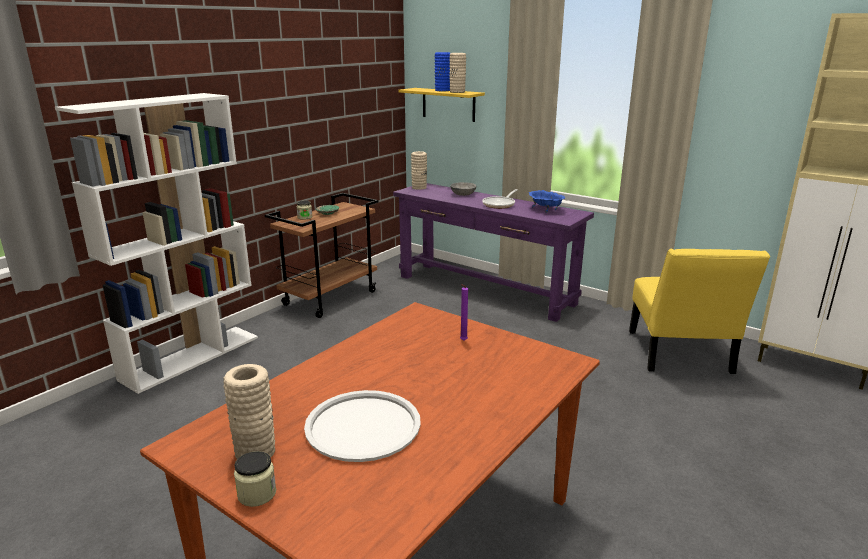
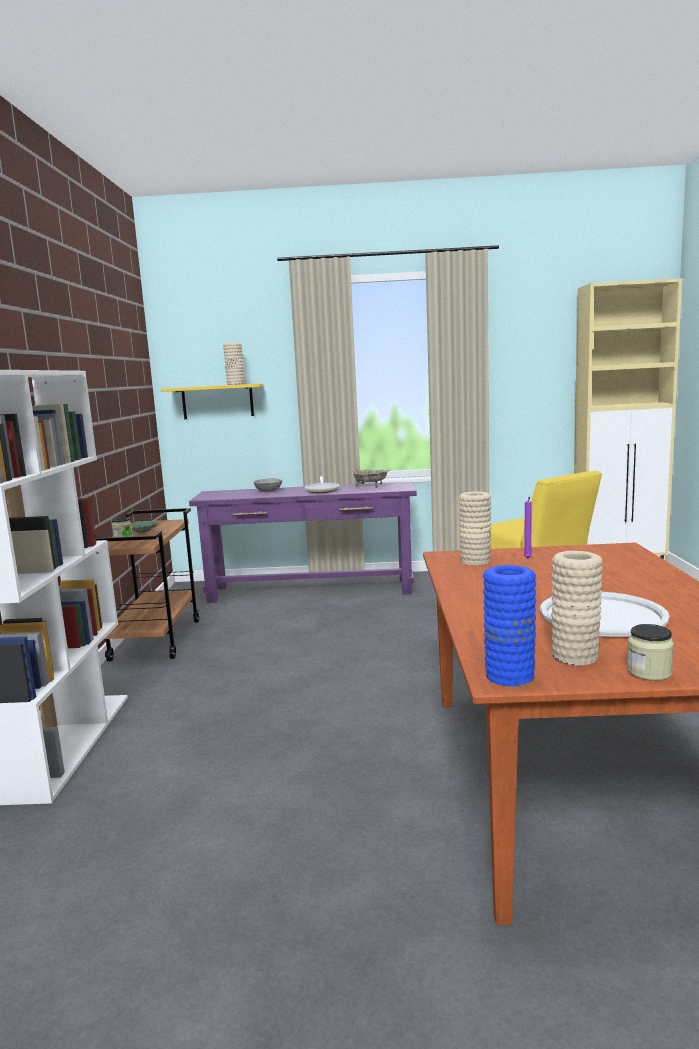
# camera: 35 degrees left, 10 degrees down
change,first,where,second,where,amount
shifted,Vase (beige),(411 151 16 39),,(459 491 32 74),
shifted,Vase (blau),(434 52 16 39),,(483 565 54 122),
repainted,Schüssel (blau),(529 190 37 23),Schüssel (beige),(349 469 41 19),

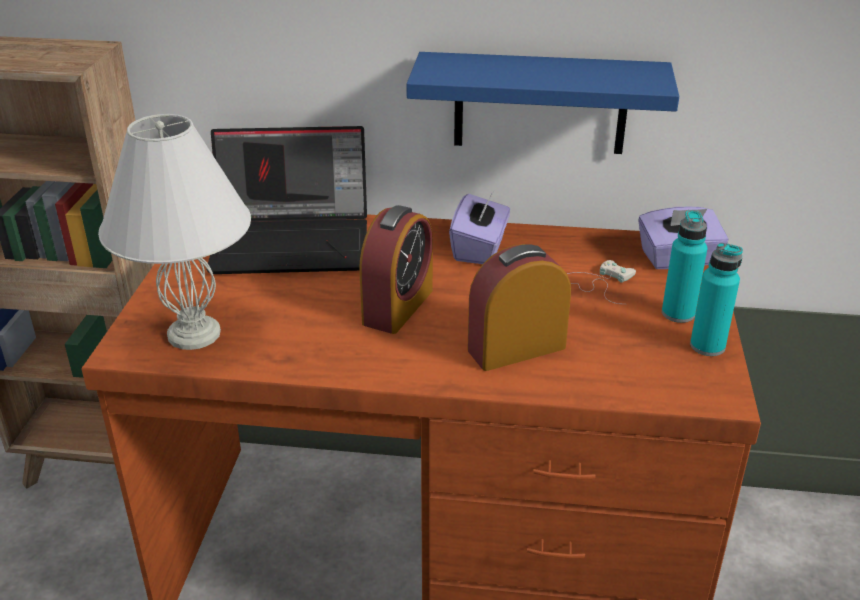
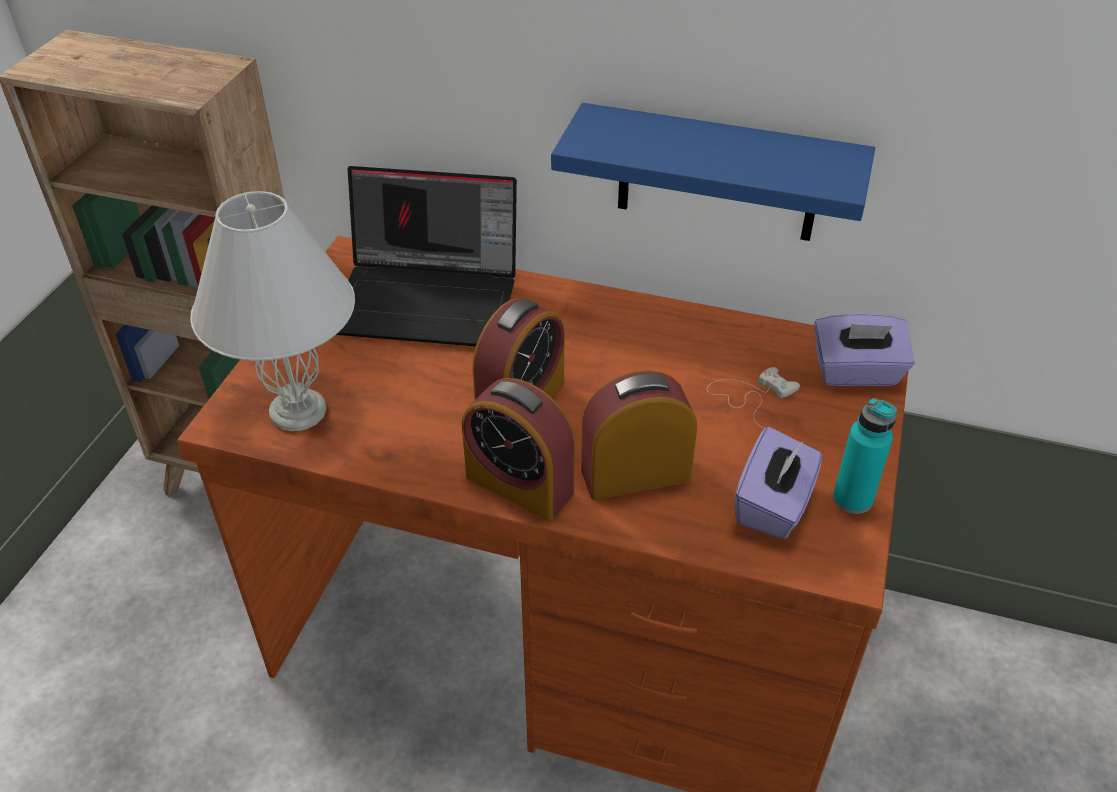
# camera: 10 degrees right, 10 degrees up
change,first,where,second,where,amount
shifted,Taschentuchbox (lila),(449 191 61 73),,(734 427 88 112),
gone,Flasche (türkis),(662 210 45 113),,,
new,,,Wecker,(462 378 113 142),

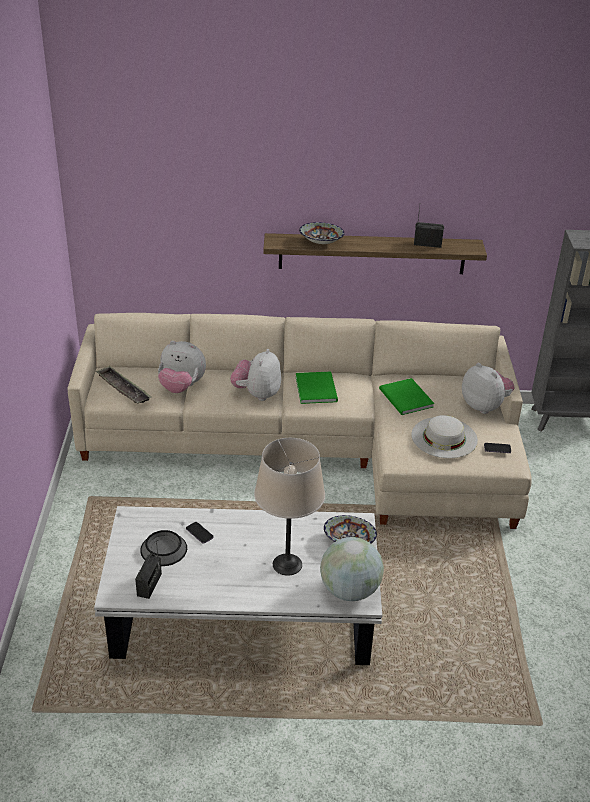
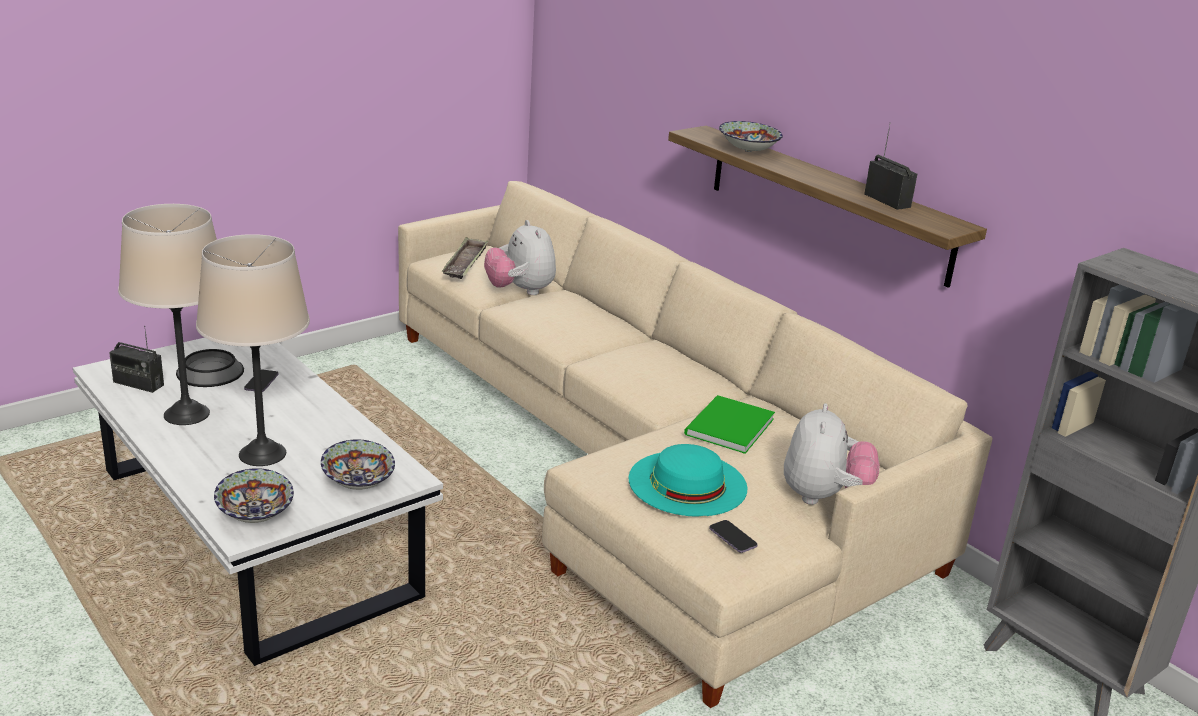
# camera: 50 degrees right, 10 degrees down
change,first,where,second,where,amount
rotated,Radio,(135 538 27 61),,(109 326 55 67),45 degrees clockwise
gone,Plüschtier,(230 349 51 52),,,
gone,Buch (grün),(295 371 43 33),,,
swapped,Globus,(320 537 64 64),Schüssel,(214 468 80 55),
repainted,Hut (weiß),(411 415 67 43),Hut (türkis),(629 444 119 73),
new,,,Tischlampe (beige),(118 204 99 221),

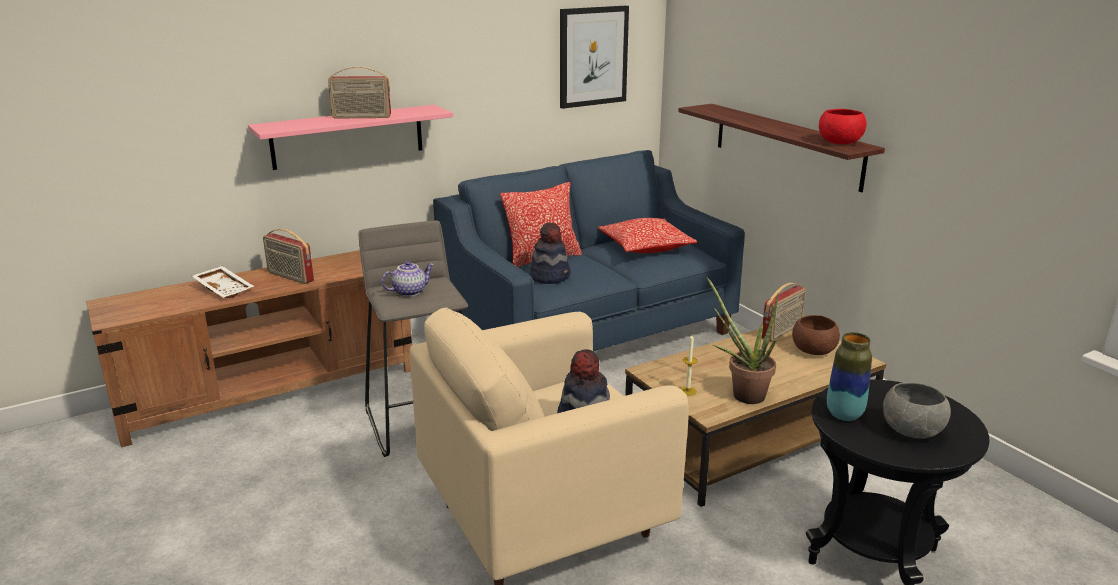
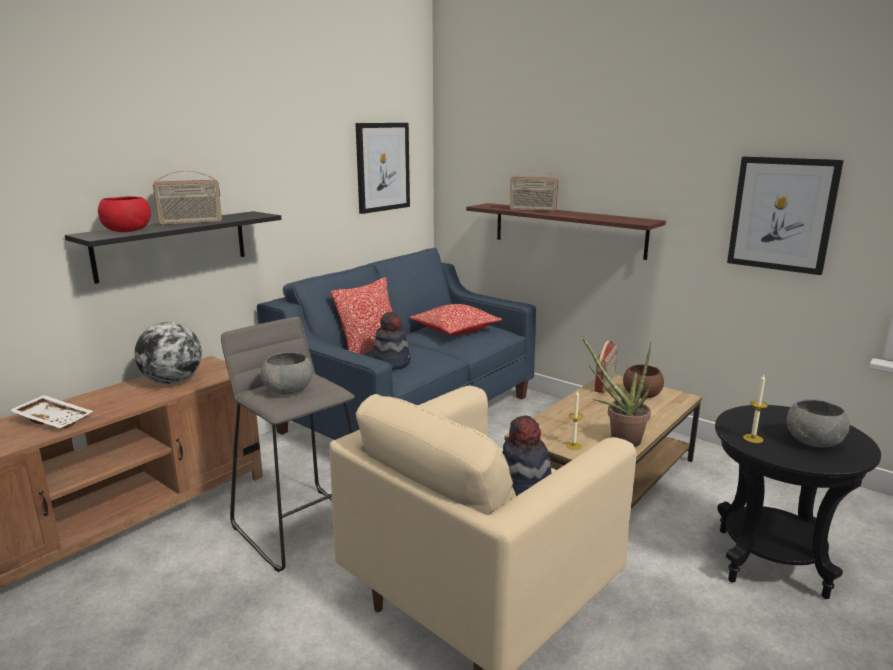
# camera: 20 degrees left, 5 degrees down
change,first,where,second,where,amount
repainted,Wandregal (rosa),(248 105 205 65),Wandregal (schwarz),(65 211 216 73),
shifted,Radio,(263 229 51 55),,(510 169 49 42),
swapped,Teekanne,(382 261 52 35),Schüssel (grau),(261 352 52 43),
shifted,Schüssel (rot),(819 109 48 35),,(98 196 53 36),
swapped,Vase,(827 332 45 89),Kerze,(743 375 25 68),
new,,,Globus,(135 322 67 62),
new,,,Bild,(727 156 117 119),

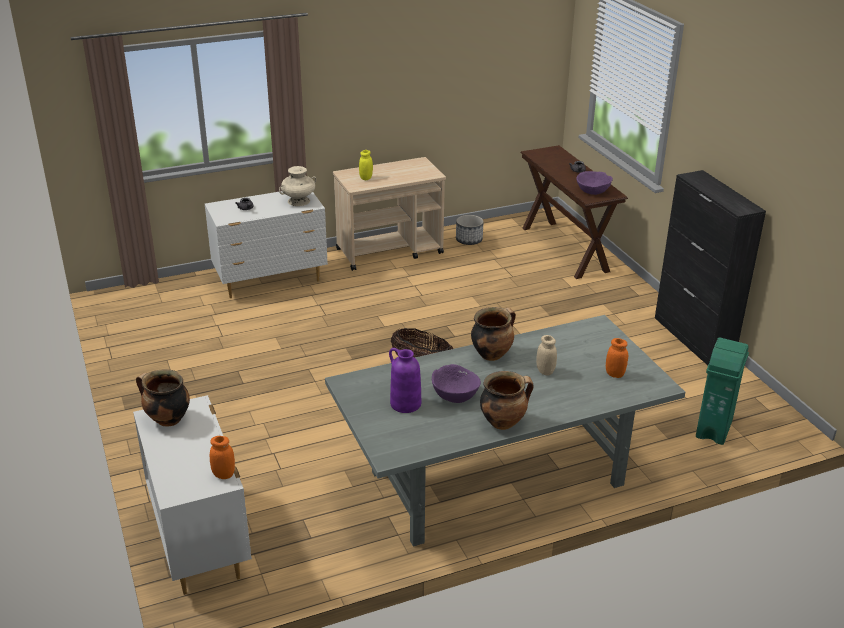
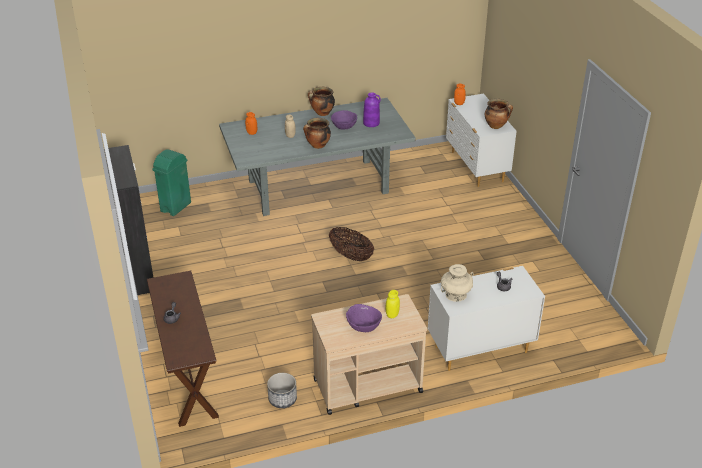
# camera: 175 degrees left, 5 degrees up
change,first,where,second,where,amount
shifted,Schüssel (lila),(576 171 37 24),,(346 304 36 28),

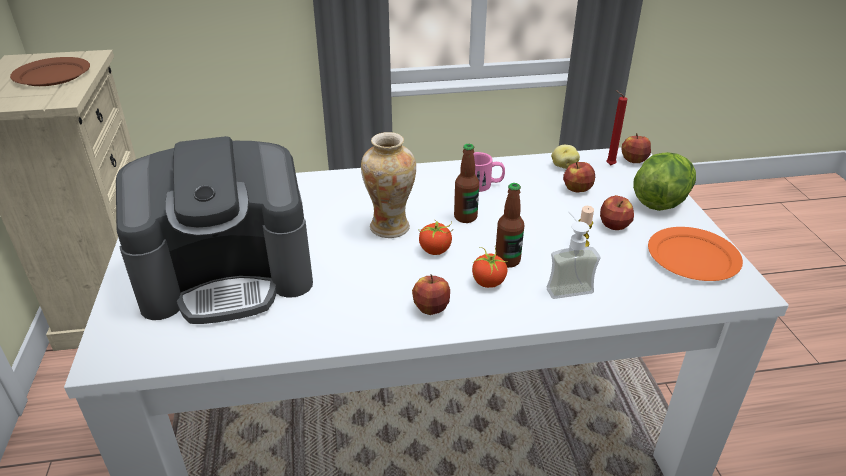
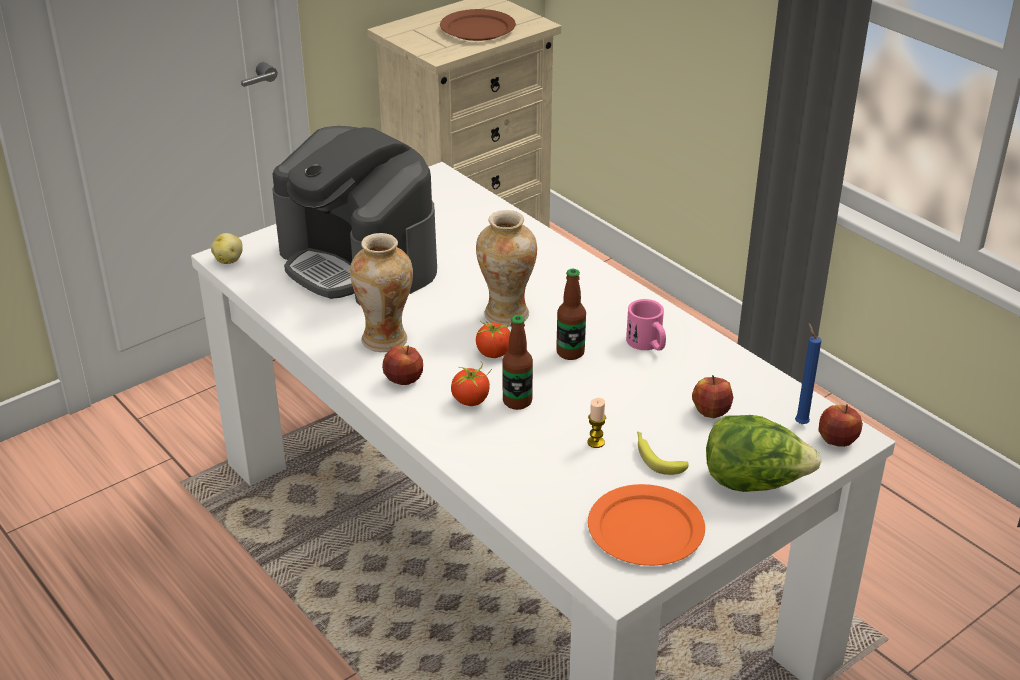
# camera: 60 degrees right, 0 degrees up
change,first,where,second,where,amount
gone,Seifenspender,(547 211 53 88),,,
shifted,Kartoffel,(551 145 29 24),,(211 233 32 31),
swapped,Apfel,(600 195 34 35),Banane,(637 432 52 43),
repainted,Kerze (rot),(606 90 21 75),Kerze (blau),(795 323 26 101),
new,,,Vase,(350 233 63 119),

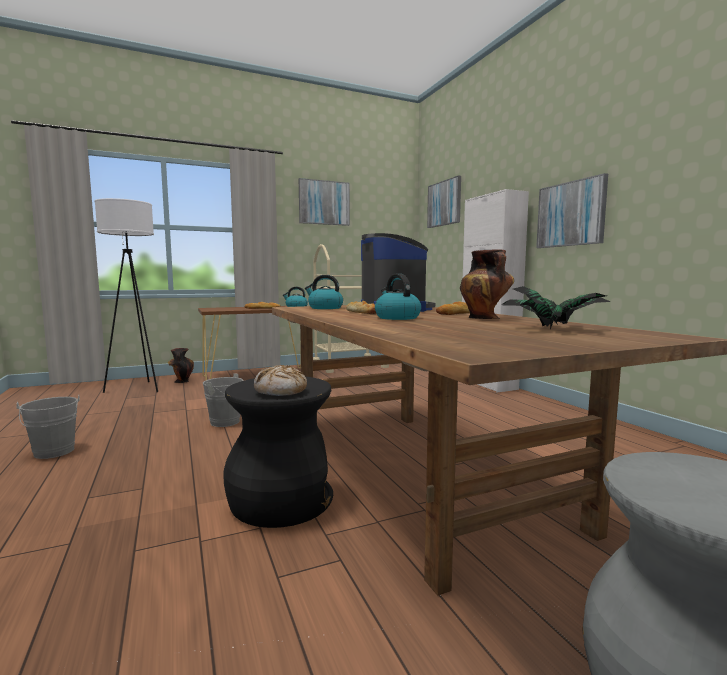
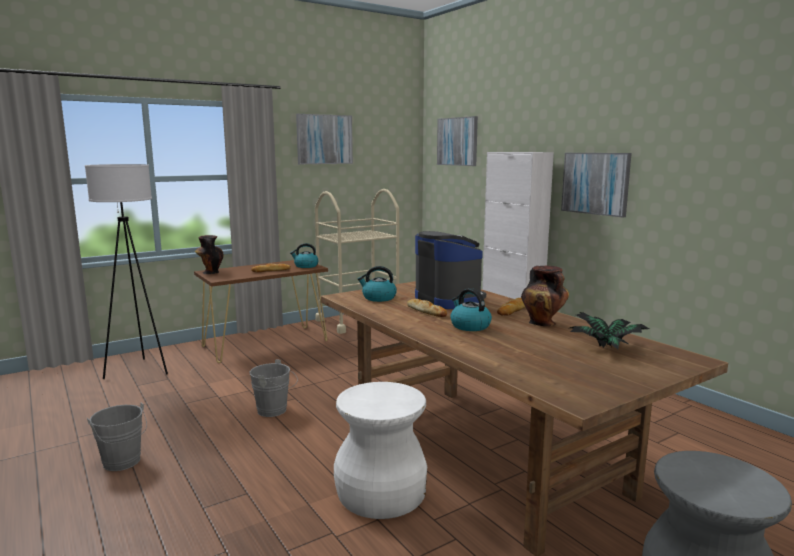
# camera: 10 degrees left, 5 degrees up
change,first,where,second,where,amount
shifted,Vase,(168 348 26 35),,(195 235 29 39),
repainted,Hocker (schwarz),(224 376 109 152),Hocker (weiß),(334 382 93 137),
gone,Brot,(254 365 53 31),,,

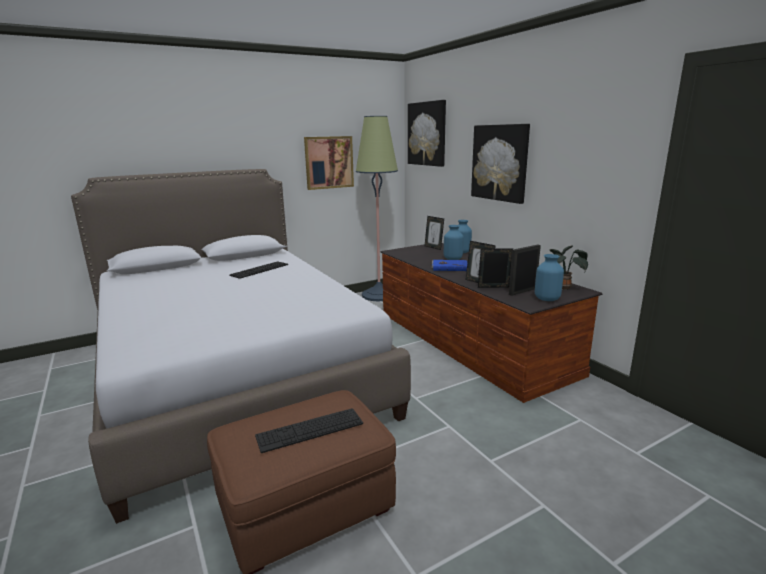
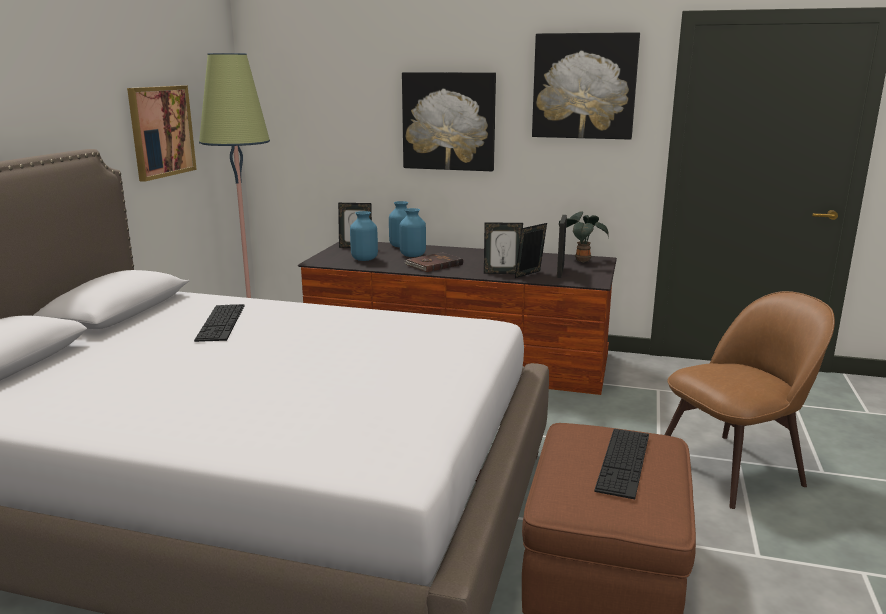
# camera: 45 degrees left, 0 degrees up
change,first,where,second,where,amount
shifted,Bild,(408 100 38 67),,(532 32 108 108),
repainted,Buch (blau),(432 260 35 11),Buch (braun),(405 252 58 20),
shifted,Vase (blau),(535 254 29 47),,(350 211 28 50),
new,,,Stuhl (braun),(665 291 170 218),

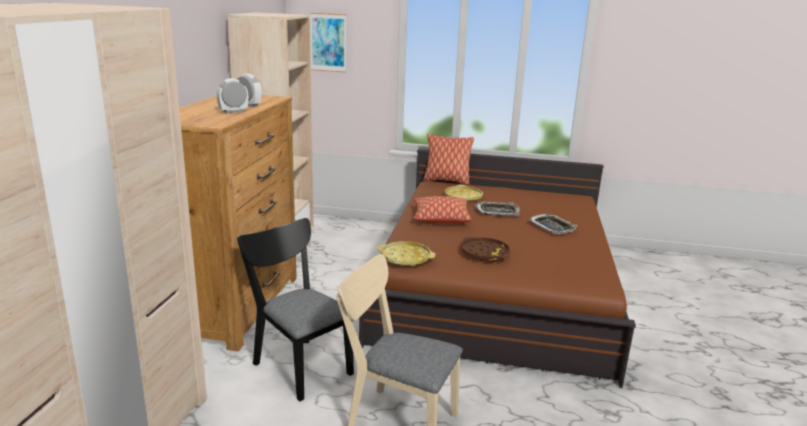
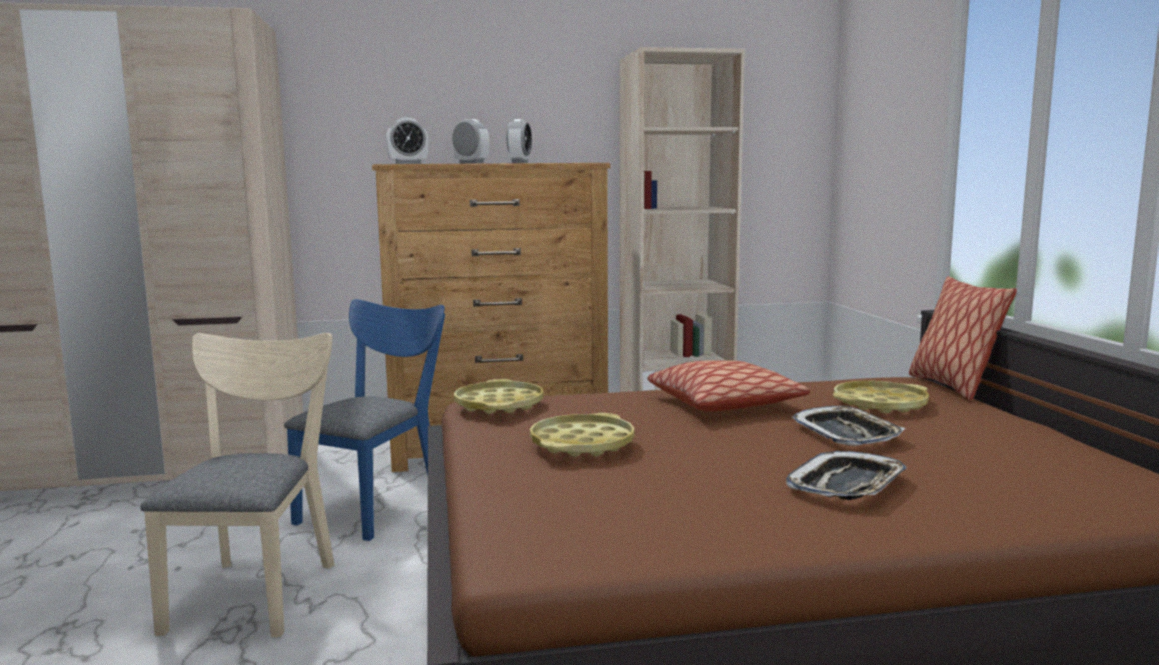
# camera: 70 degrees right, 10 degrees down
change,first,where,second,where,amount
repainted,Stuhl (schwarz),(237 218 117 183),Stuhl (blau),(284 299 161 242),
gone,Bild,(310 13 36 60),,,
repainted,Tablett (braun),(461 237 49 24),Tablett (gelb),(530 413 105 44),
new,,,Wecker,(386 117 42 47),

